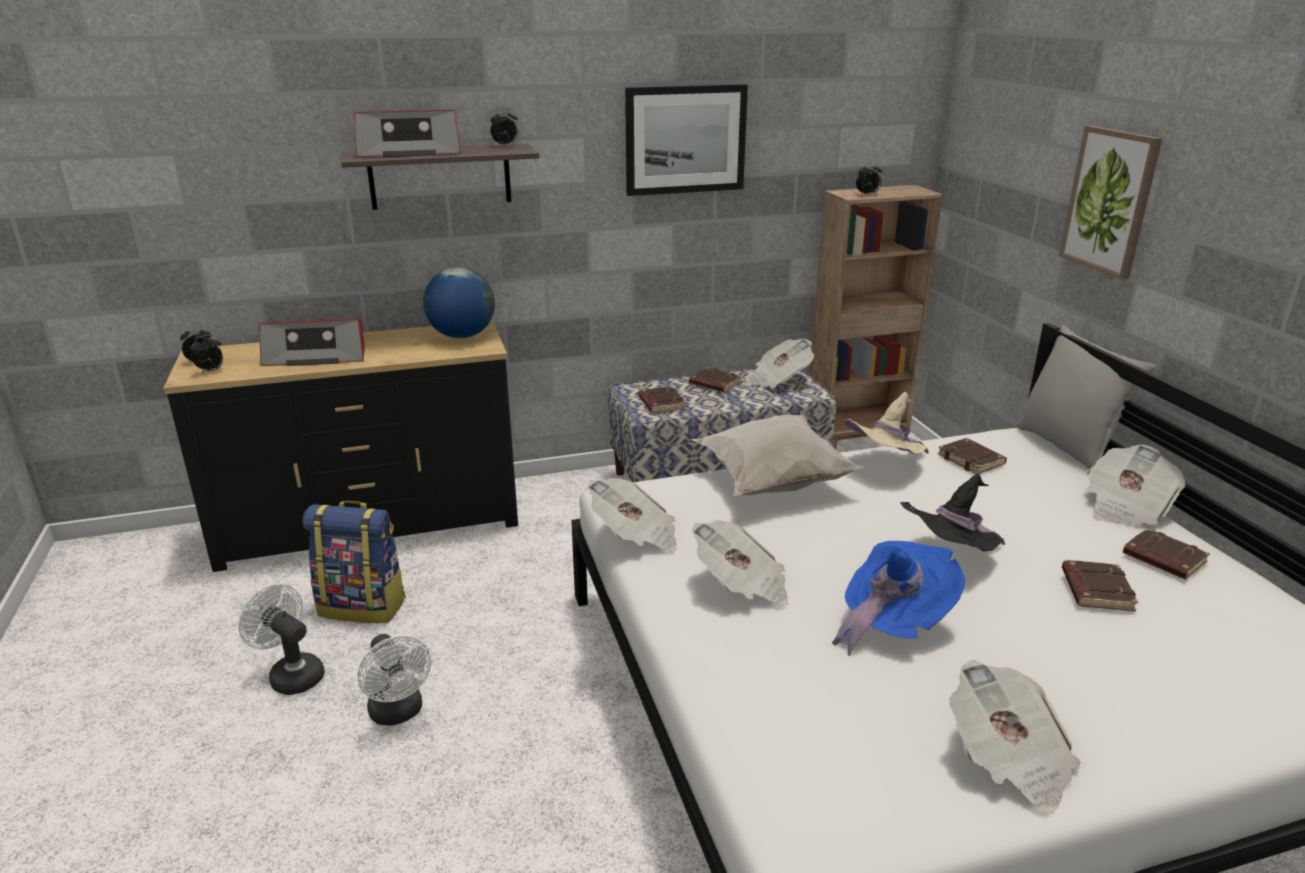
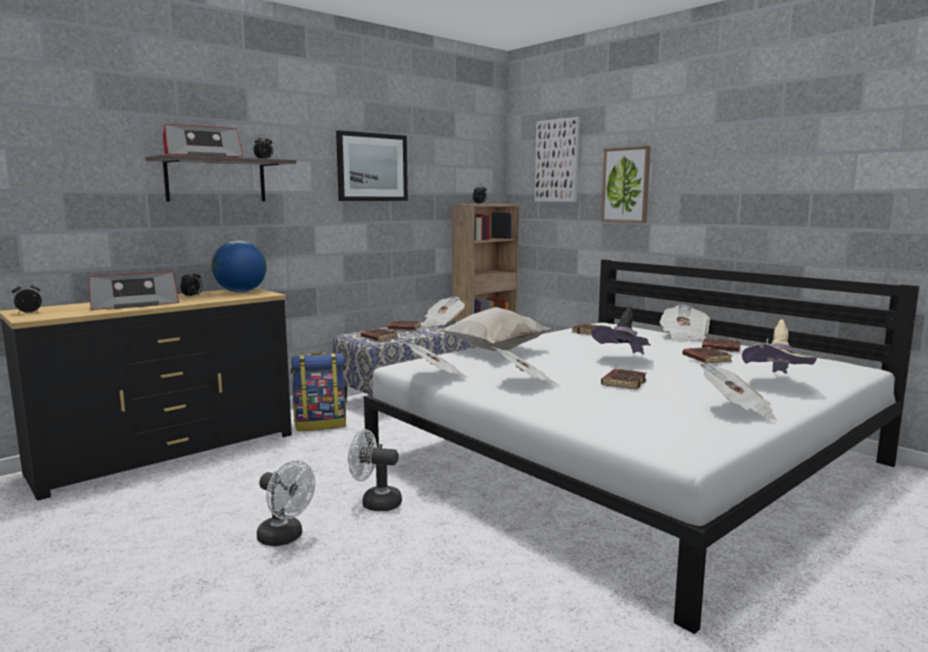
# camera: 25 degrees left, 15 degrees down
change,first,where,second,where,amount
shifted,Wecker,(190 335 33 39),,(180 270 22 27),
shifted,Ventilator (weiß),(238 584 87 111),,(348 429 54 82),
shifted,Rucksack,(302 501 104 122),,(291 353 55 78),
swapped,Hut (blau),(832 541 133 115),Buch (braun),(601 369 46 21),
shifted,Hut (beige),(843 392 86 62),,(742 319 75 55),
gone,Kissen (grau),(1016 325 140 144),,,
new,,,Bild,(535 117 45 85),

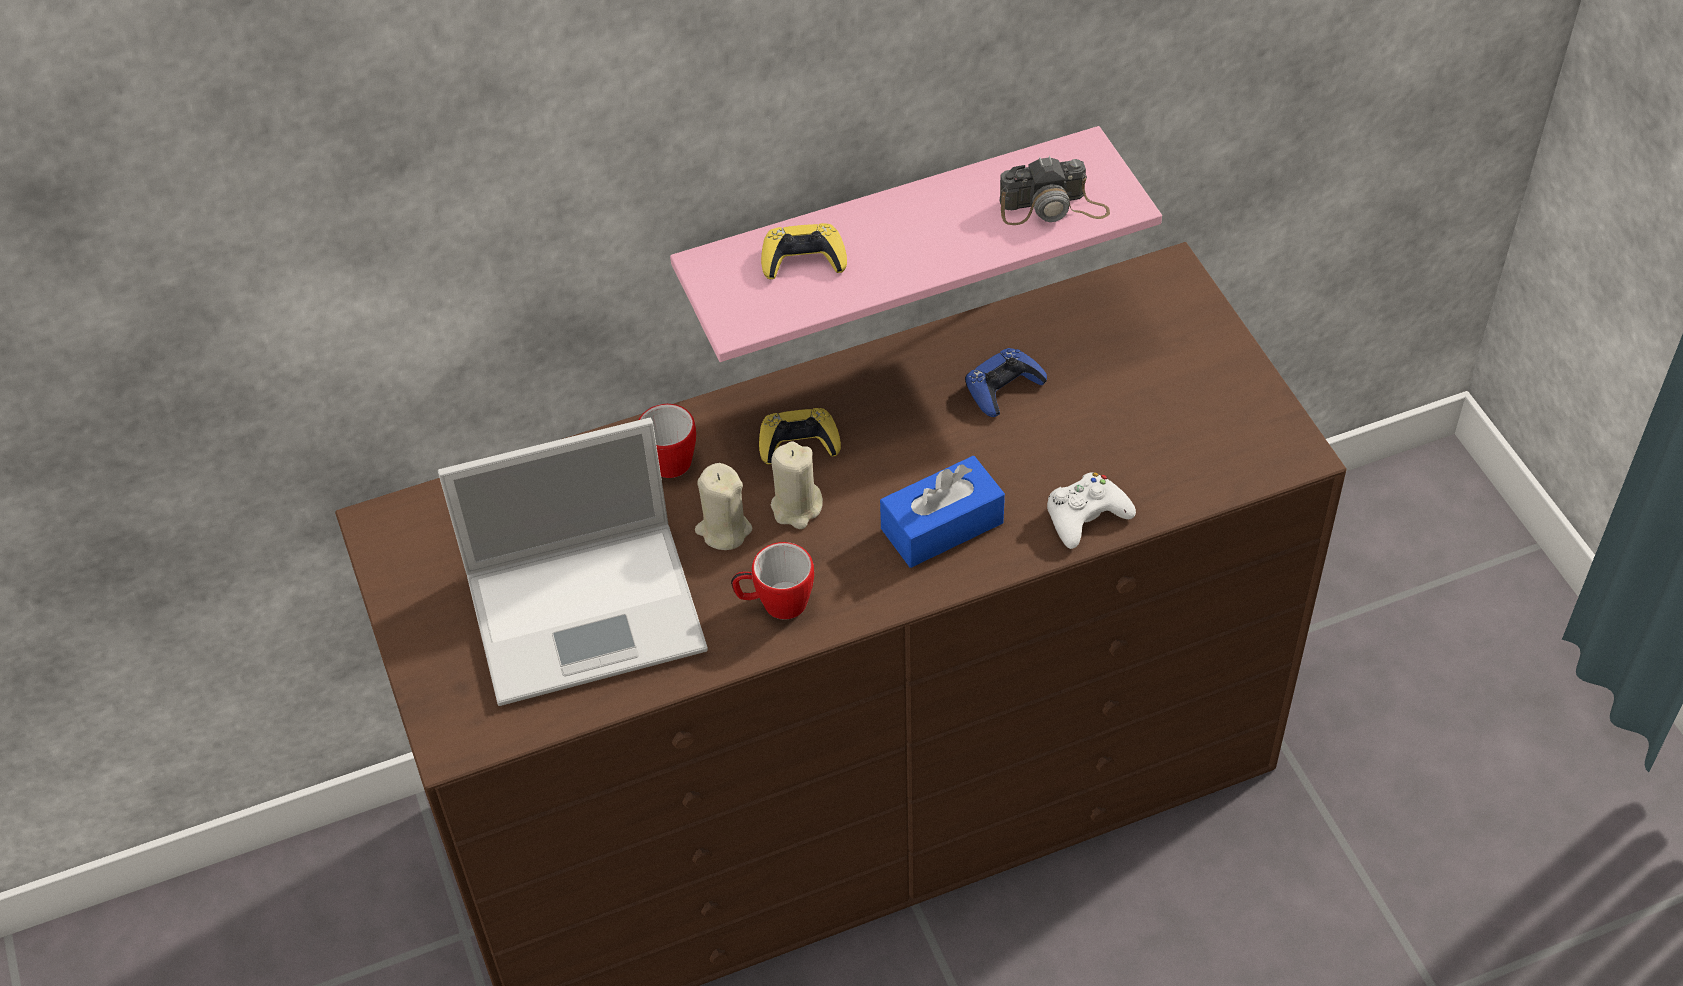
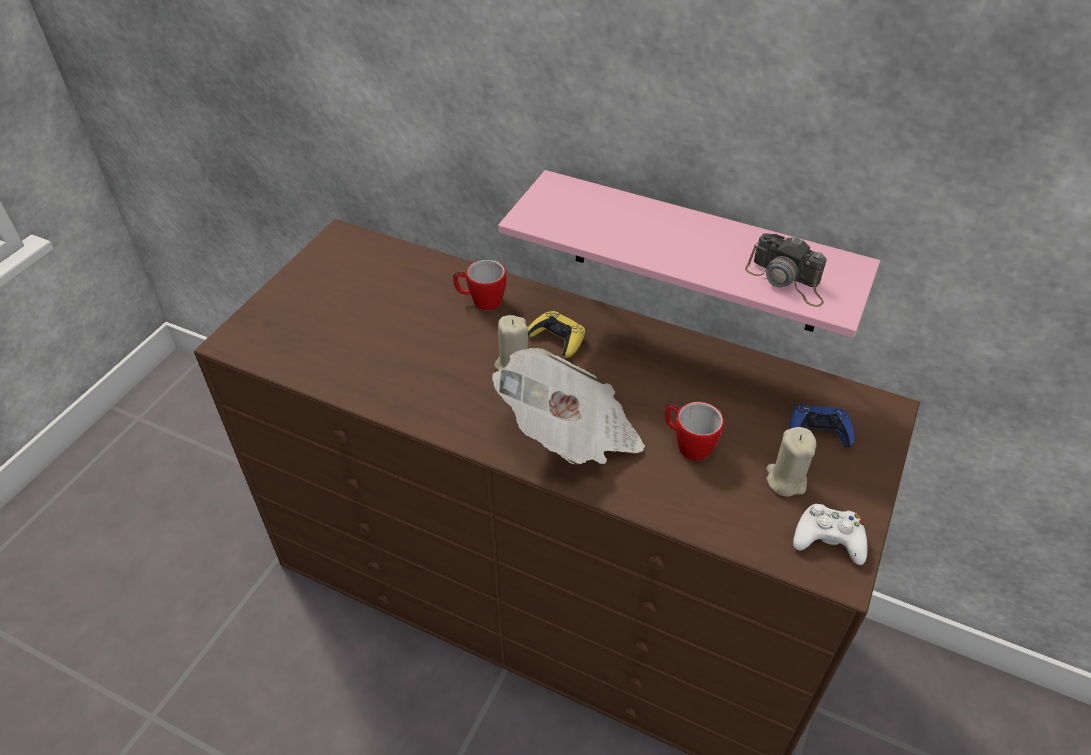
# camera: 45 degrees right, 5 degrees down
change,first,where,second,where,amount
gone,Laptop,(438 418 270 288),,,
shifted,Kerze (beige),(695 463 57 87),,(767 427 50 70),
shifted,Henkelbecher,(731 542 83 78),,(665 402 59 59),
gone,Gamepad (gelb),(761 223 86 56),,,
swapped,Taschentuchbox (blau),(880 456 125 112),Zeitung,(492 348 153 117),
shifted,Gamepad (blau),(965 348 82 69),,(789 405 65 43),
shifted,Gamepad (weiß),(1047 472 89 77),,(793 504 74 61),

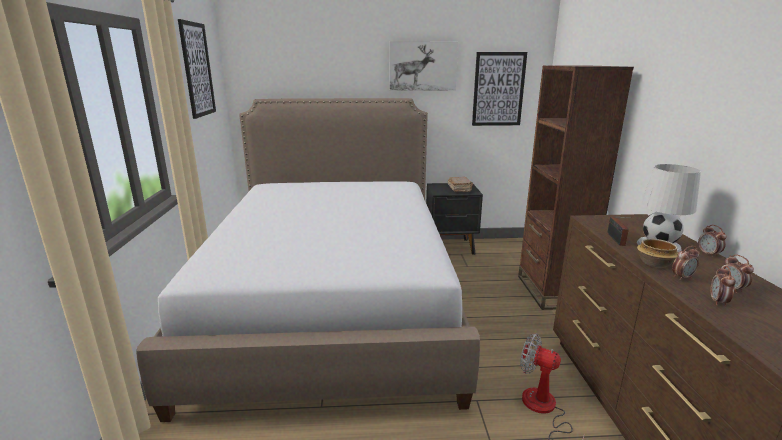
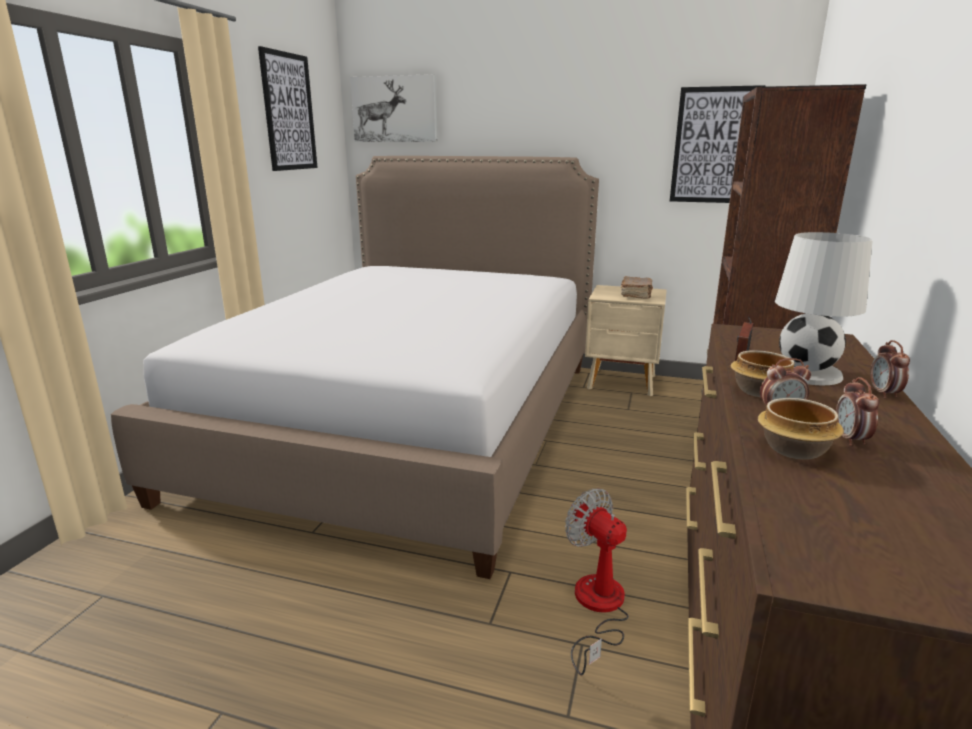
# camera: 20 degrees right, 0 degrees up
change,first,where,second,where,amount
shifted,Bild,(390 42 68 49),,(350 74 88 68),
repainted,Nachttisch (schwarz),(426 183 57 72),Nachttisch (beige),(585 285 82 111),
swapped,Wecker,(710 266 26 40),Schüssel,(758 398 86 62),

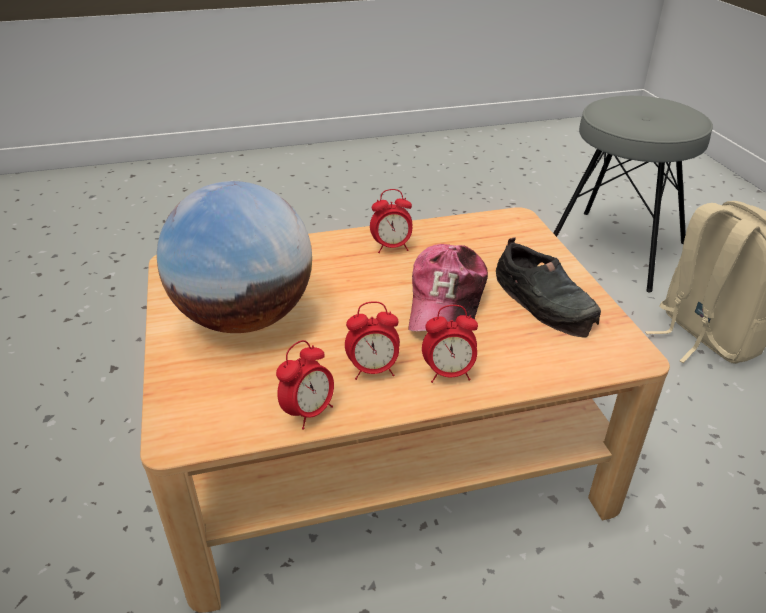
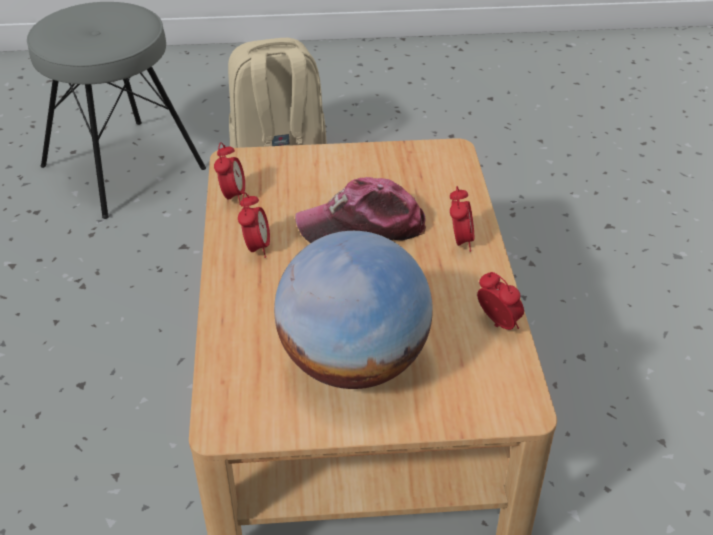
# camera: 80 degrees left, 5 degrees up
change,first,where,second,where,amount
shifted,Wecker,(345 301 55 79),,(214 142 31 63),
rotated,Kappe,(408 244 80 87),,(295 177 131 66),150 degrees clockwise
gone,Schuh (schwarz),(496 237 105 101),,,

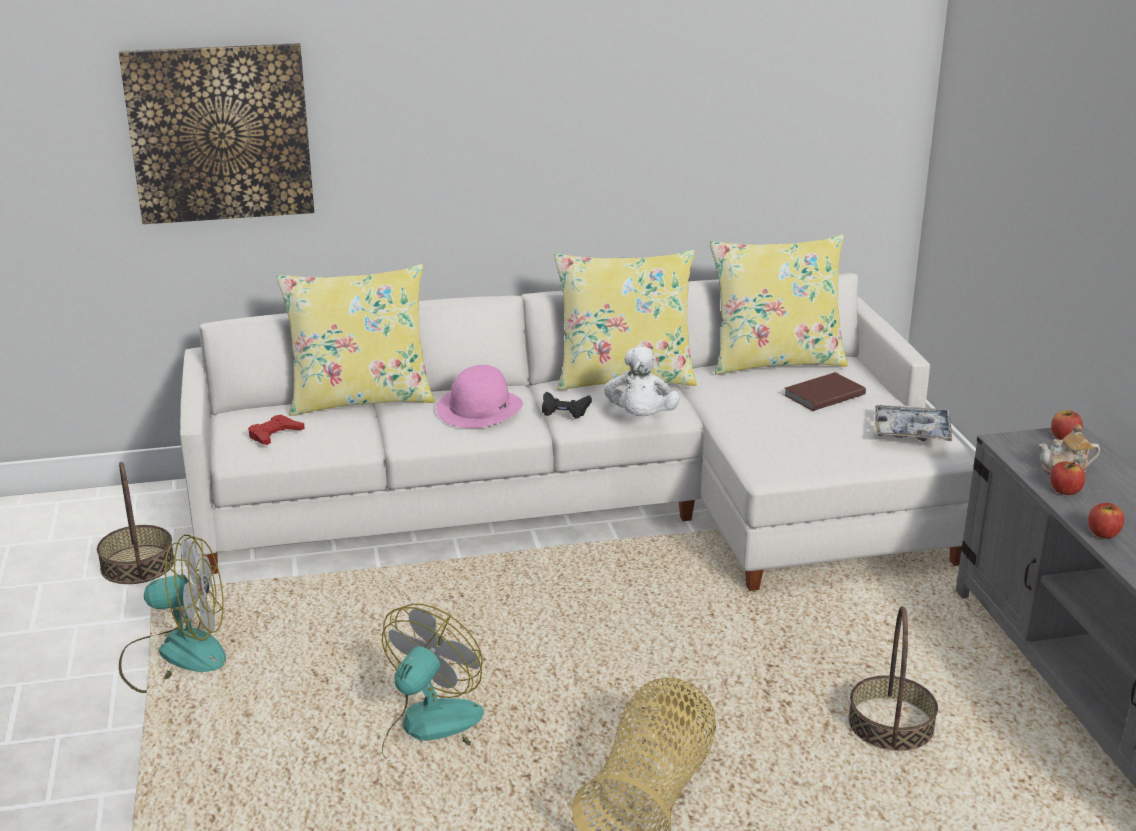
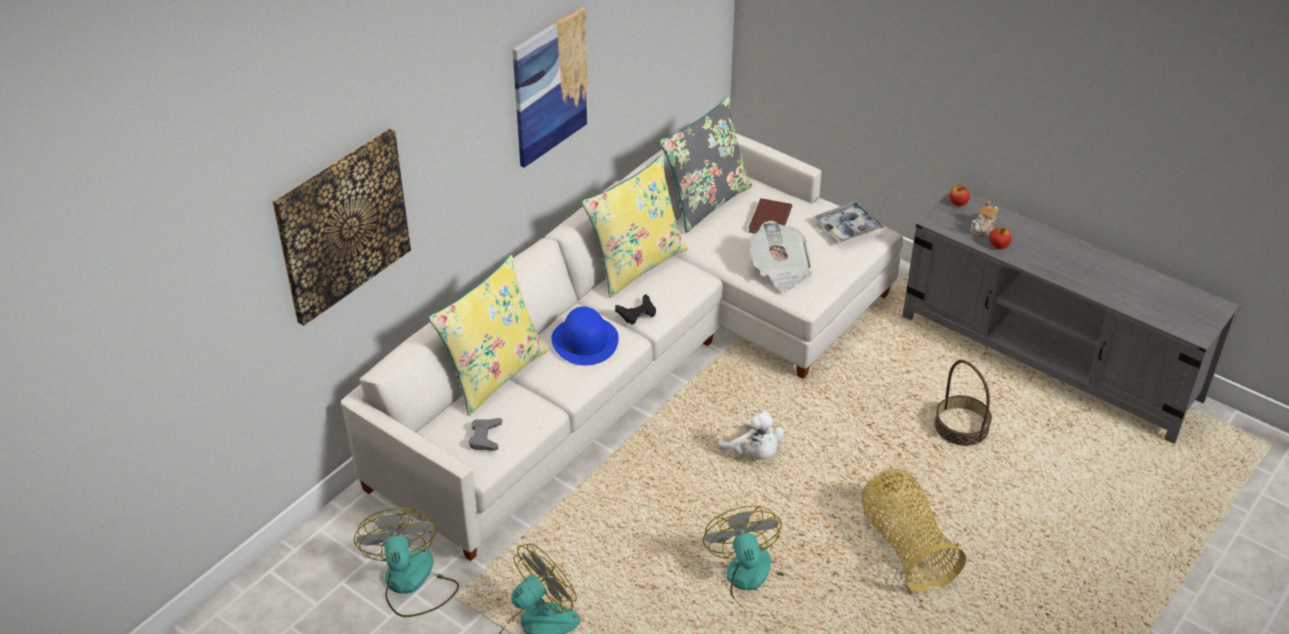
# camera: 40 degrees left, 15 degrees up
change,first,where,second,where,amount
swapped,Korb,(97 462 77 122),Ventilator,(354 508 105 109),
repainted,Gamepad (rot),(248 415 57 30),Gamepad (grau),(468 418 34 33),
repainted,Hut (rosa),(436 365 87 63),Hut (blau),(551 306 68 59),
shifted,Plüschtier (weiß),(604 346 76 70),,(718 410 66 49),
repainted,Kissen (gelb),(710 234 138 141),Kissen (grau),(659 96 93 137),
gone,Apfel,(1088 503 36 35),,,
new,,,Bild,(513 7 76 161),
new,,,Zeitung,(750 221 62 71),

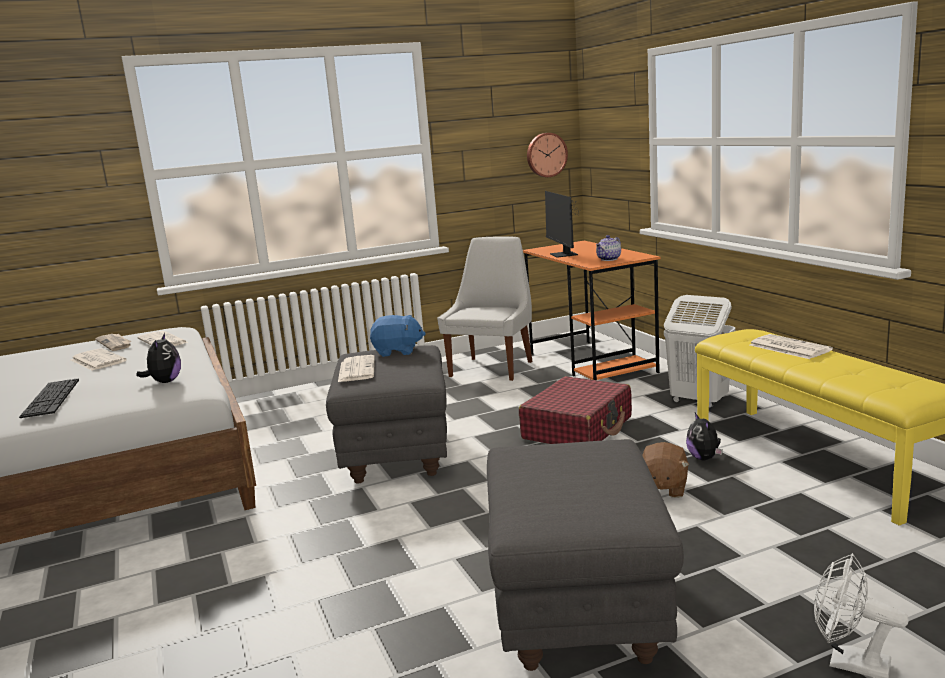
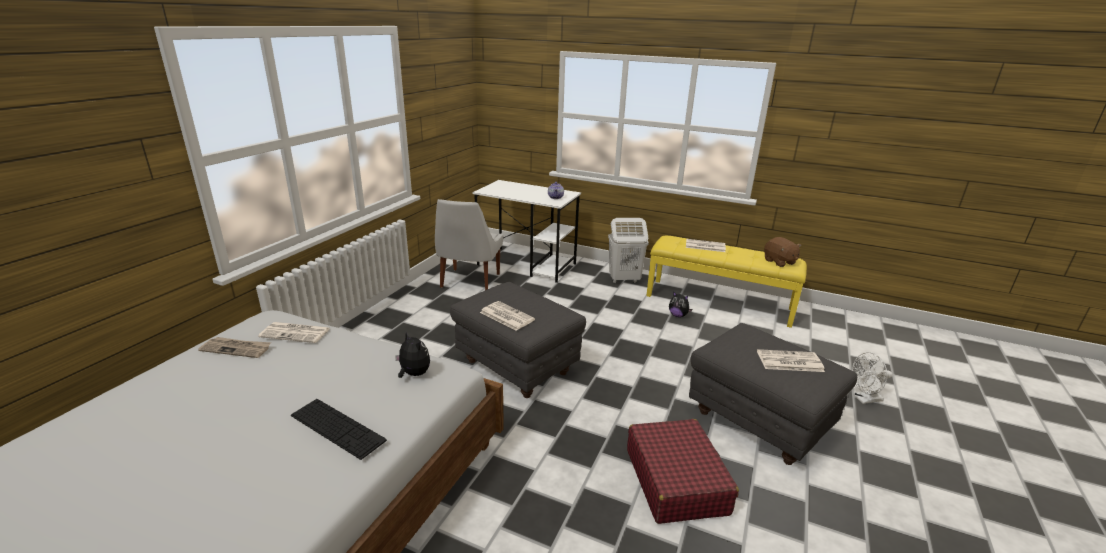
# camera: 45 degrees left, 10 degrees up
change,first,where,second,where,amount
shifted,Zeitung,(71 348 56 23),,(757 349 68 23),
gone,Plüschtier (blau),(370 315 56 42),,,
rotated,Stuhl (weiß),(438 236 95 145),,(435 199 68 91),150 degrees counterclockwise
shifted,Koffer (rot),(519 376 113 68),,(627 419 112 105),
repainted,Schreibtisch (orange),(523 241 138 139),Schreibtisch (weiß),(472 180 109 103),
gone,Wanduhr,(527 133 41 44),,,
gone,Monitor,(545 191 35 67),,,
shifted,Plüschtier (braun),(642 442 47 56),,(764 237 37 30),

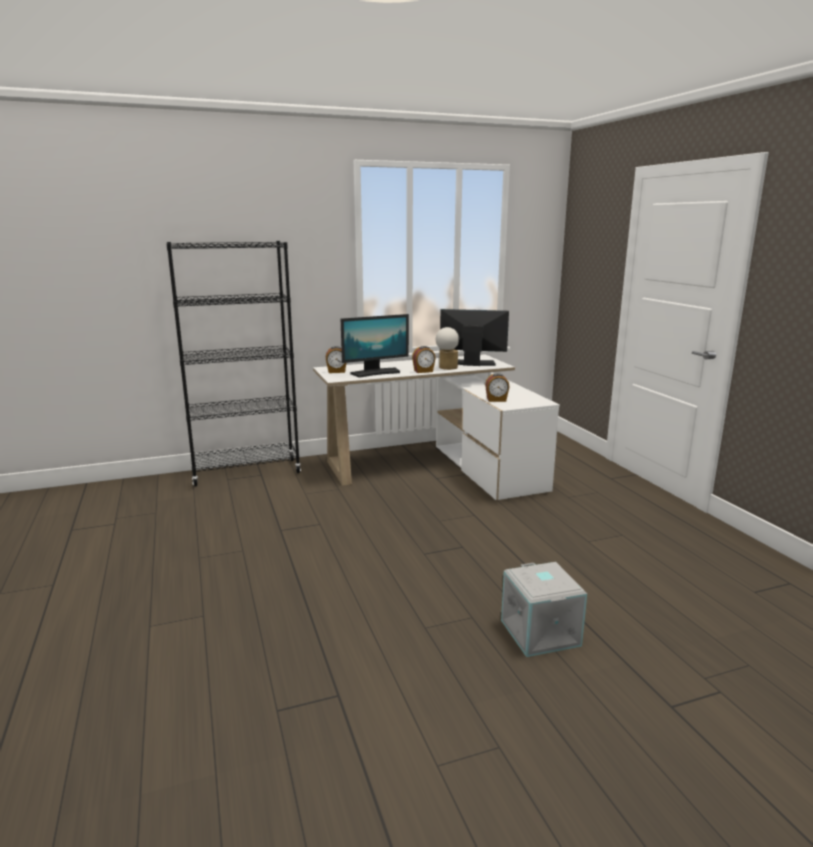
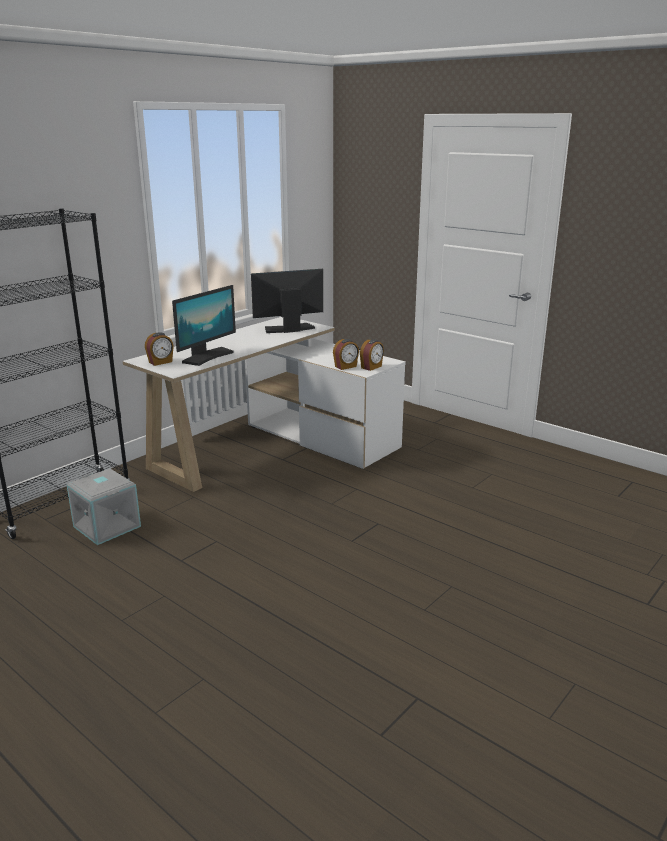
# camera: 30 degrees left, 5 degrees up
change,first,where,second,where,amount
shifted,Wecker,(412 346 24 27),,(360 339 24 32),
gone,Tischlampe,(436 327 23 43),,,
shifted,Aufbewahrungsbox (grau),(501 562 86 95),,(67 468 74 77),

